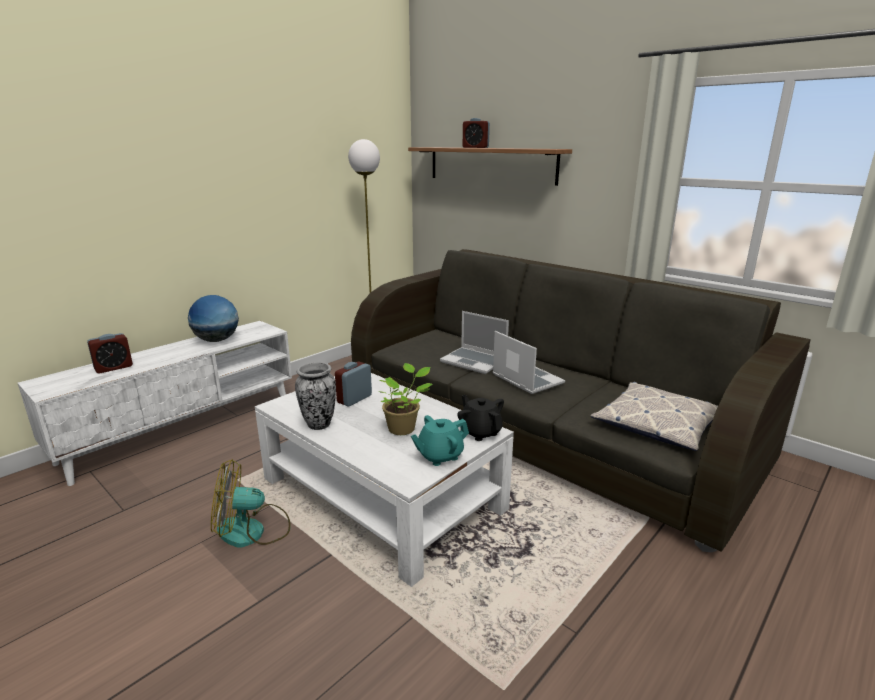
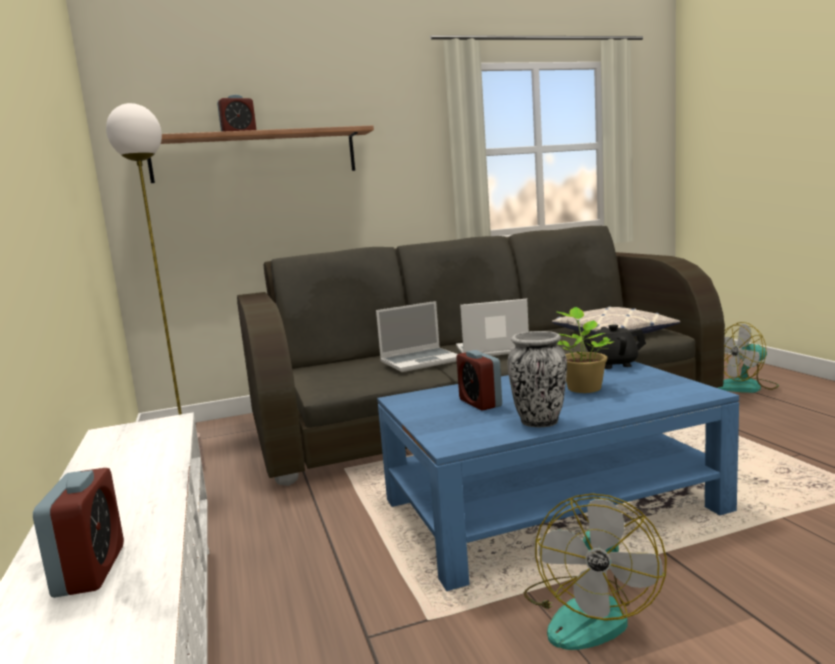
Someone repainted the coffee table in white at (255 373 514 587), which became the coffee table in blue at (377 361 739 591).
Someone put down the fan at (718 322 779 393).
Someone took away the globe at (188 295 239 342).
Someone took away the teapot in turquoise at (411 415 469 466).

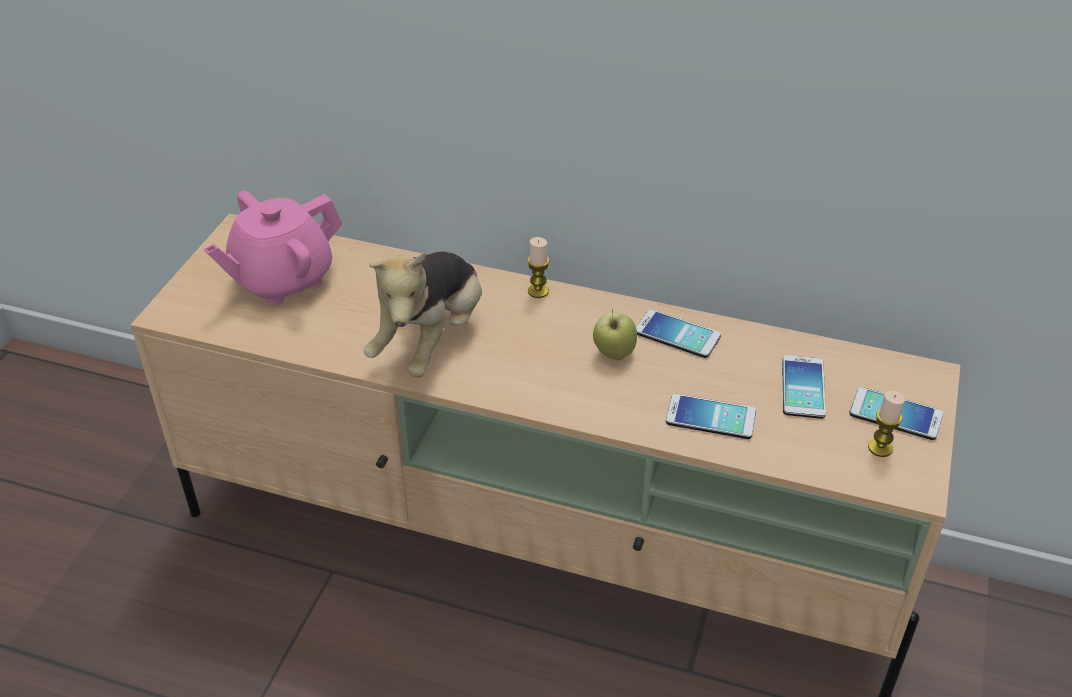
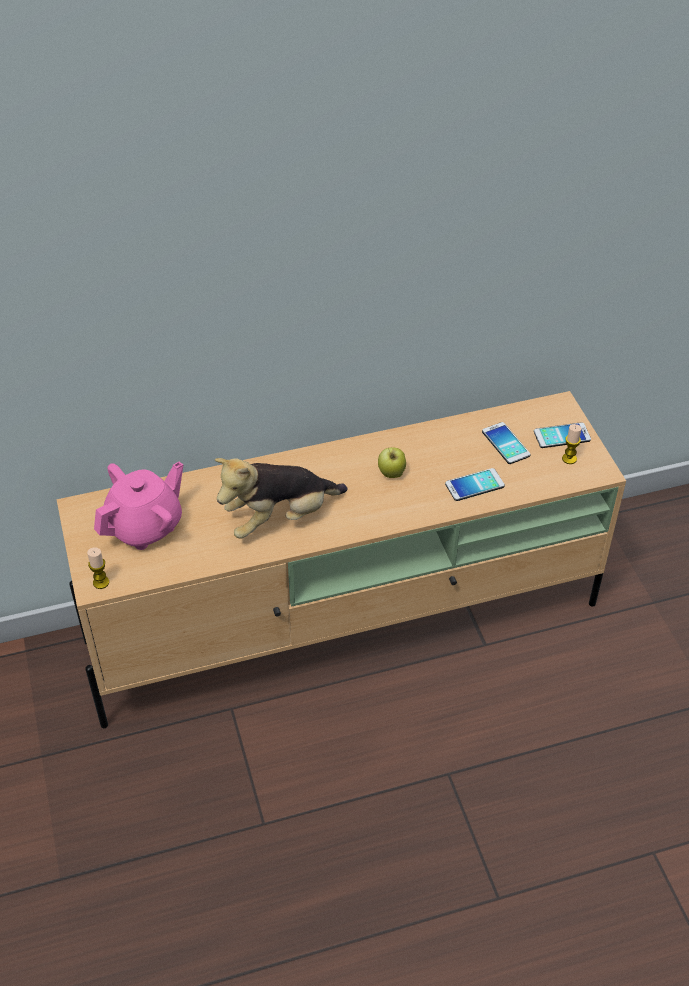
Someone carried the candle from (528 237 549 298) to (87 547 109 589).
Someone rotated the teapot in pink at (204 191 342 305) by 150 degrees counterclockwise.
Someone rotated the plush toy at (364 251 482 377) by 75 degrees clockwise.
Someone took away the phone at (636 309 721 358).

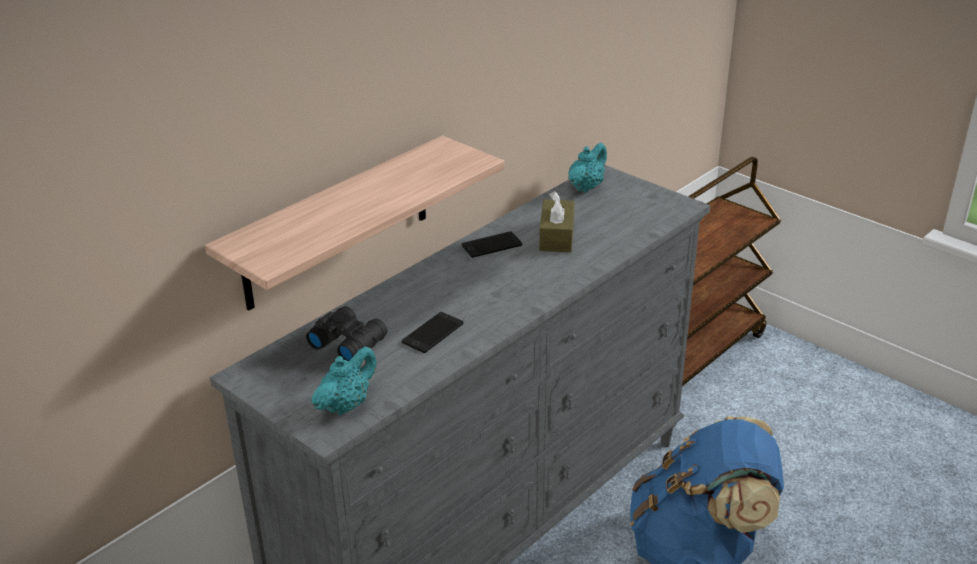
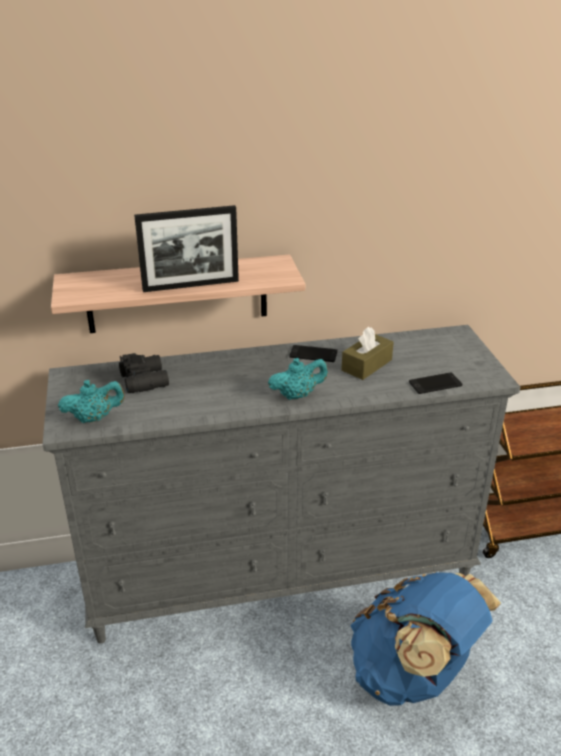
Someone put down the picture frame at (134 205 239 292).
Someone carried the teapot in turquoise from (568 143 607 193) to (268 358 328 400).
Someone carried the phone from (402 312 464 353) to (409 372 462 394).

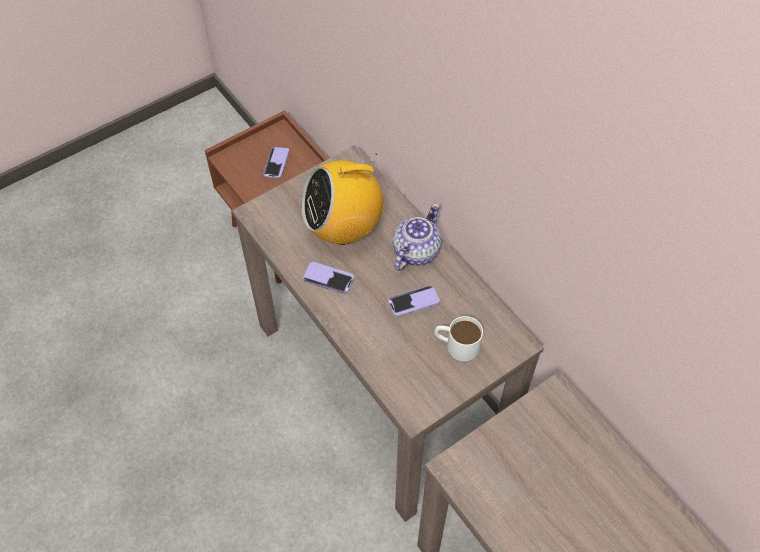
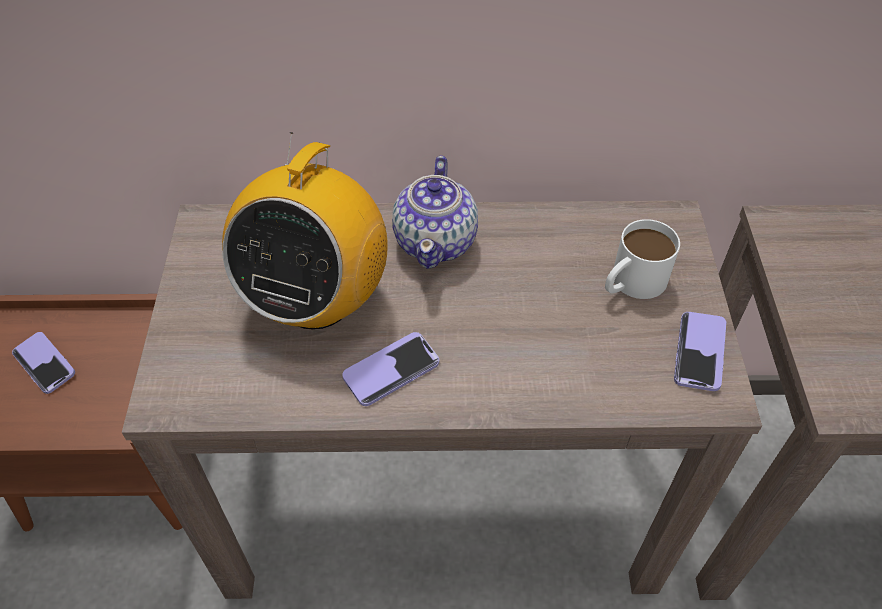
Someone rotated the teapot at (393 203 441 271) by 150 degrees counterclockwise.
Someone carried the phone from (388 286 440 317) to (674 312 726 391).

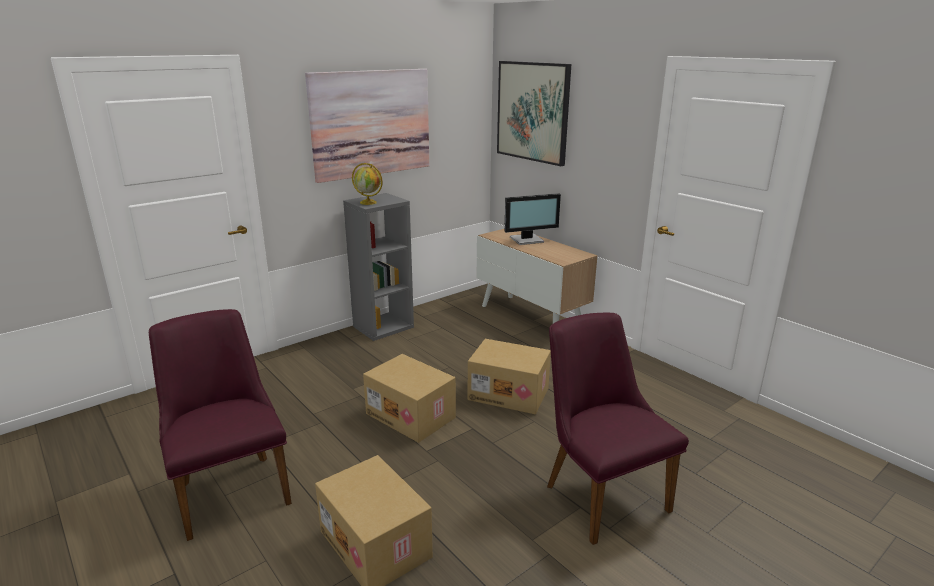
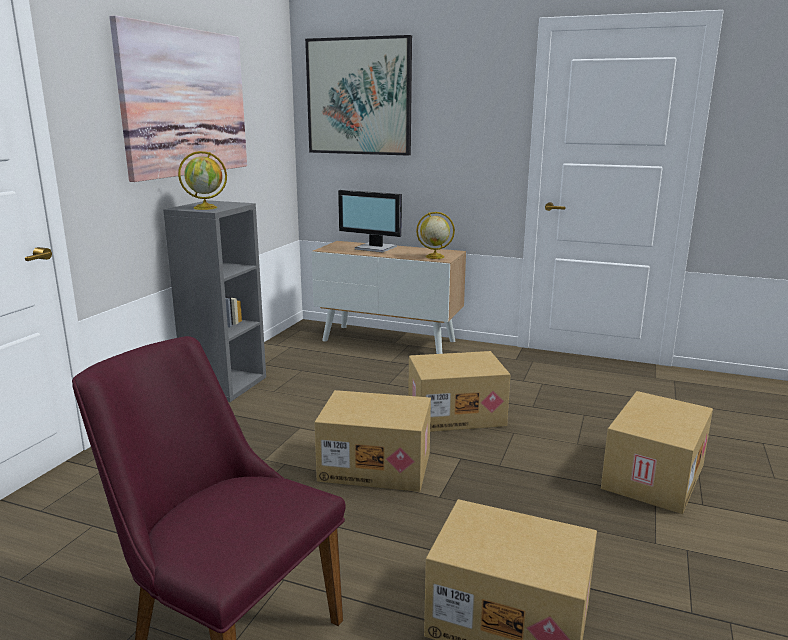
Someone rotated the monitor at (505 193 561 245) by 75 degrees clockwise.
Someone put down the globe at (416 212 455 259).
Someone swapped the chair in purple at (547 313 689 545) for the cardboard box at (601 391 713 514).

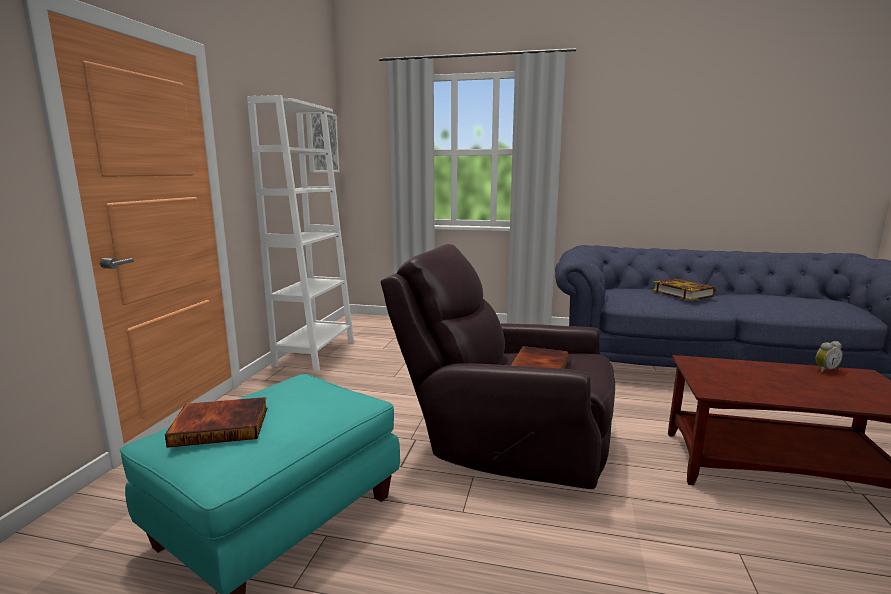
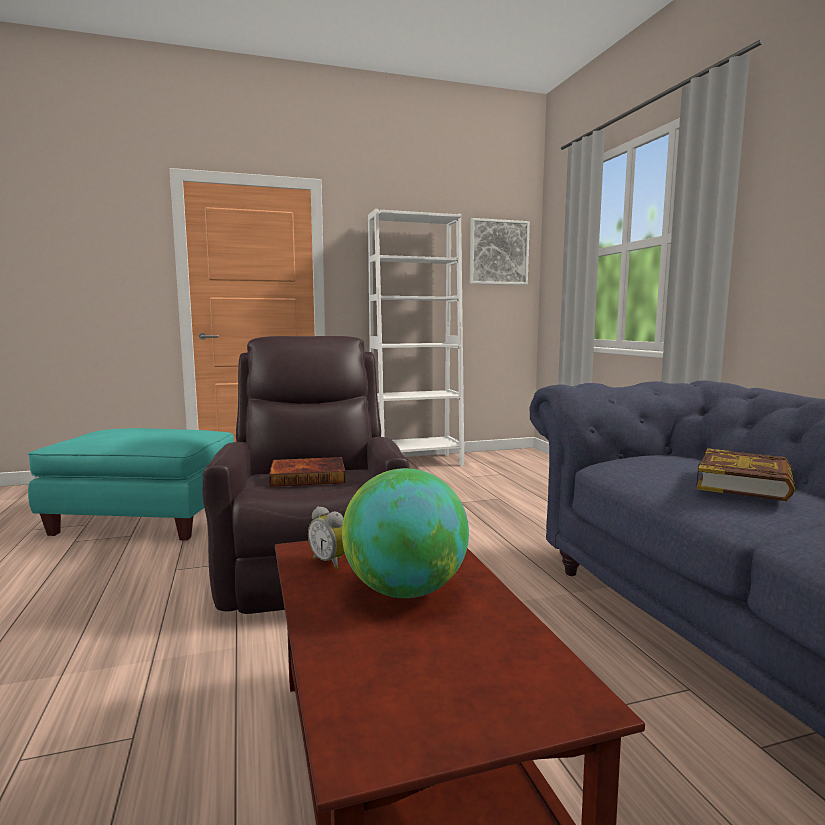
Someone carried the alarm clock from (815 341 843 373) to (308 506 345 569).
Someone put down the globe at (342 468 469 598).
Someone took away the book at (165 397 267 448).

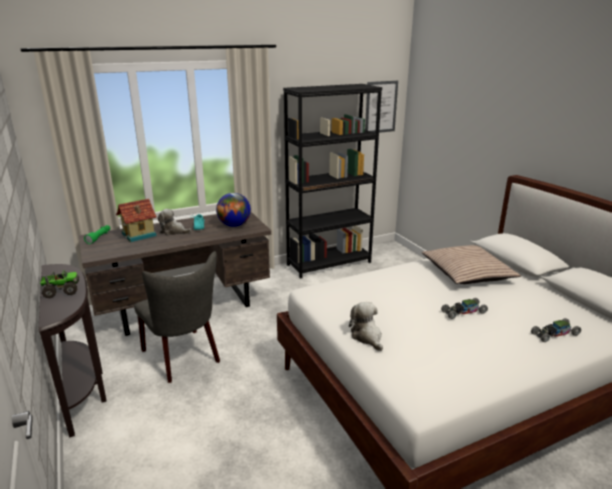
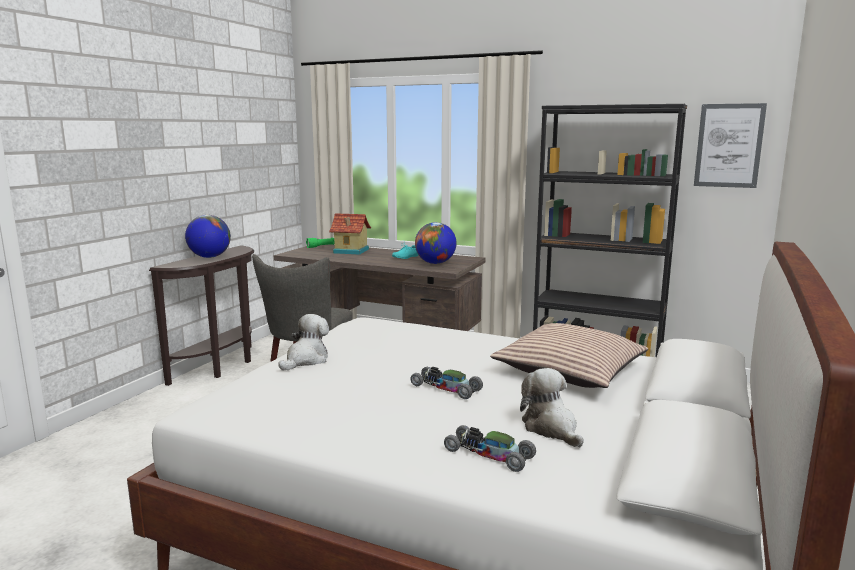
Someone swapped the toy truck at (40 270 79 298) for the globe at (185 215 231 258).
Someone carried the plush toy from (158 209 192 235) to (520 368 584 447).

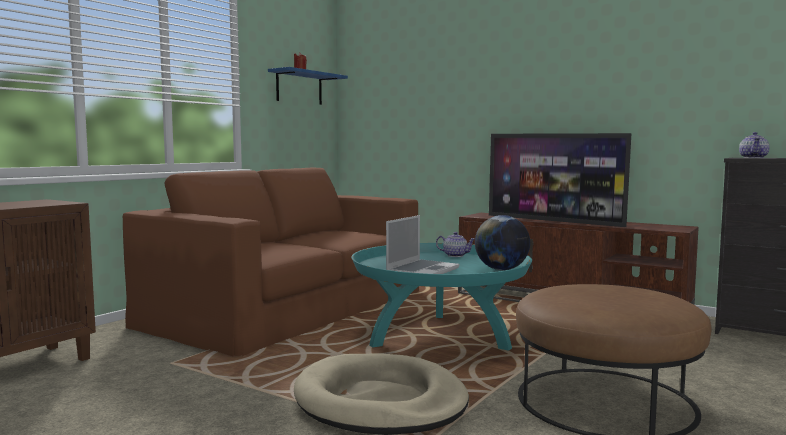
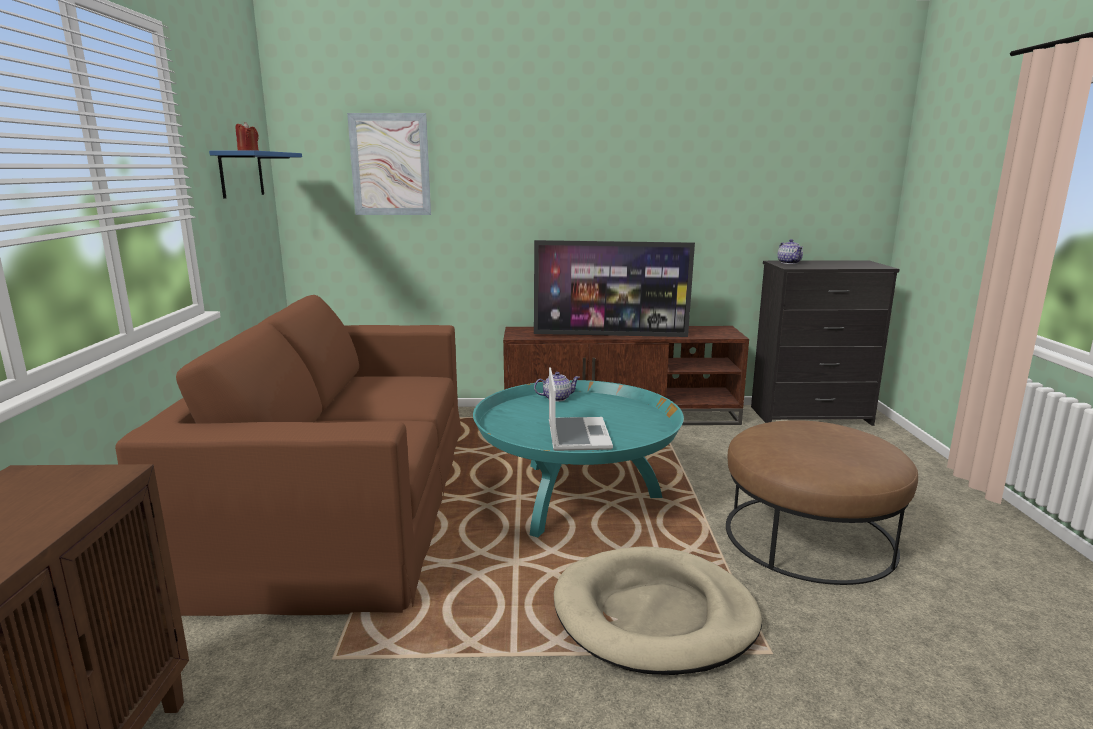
Someone put up the picture at (347 113 431 215).
Someone took away the globe at (475 215 530 270).

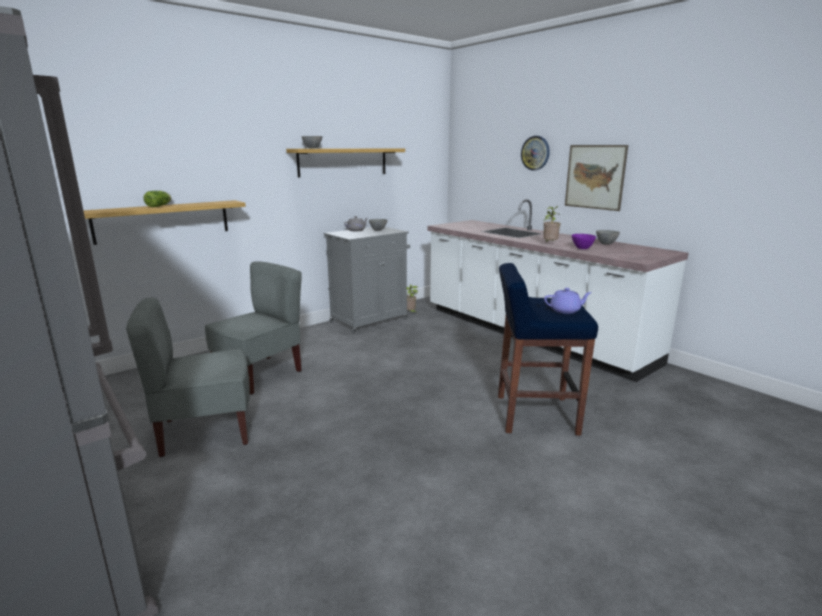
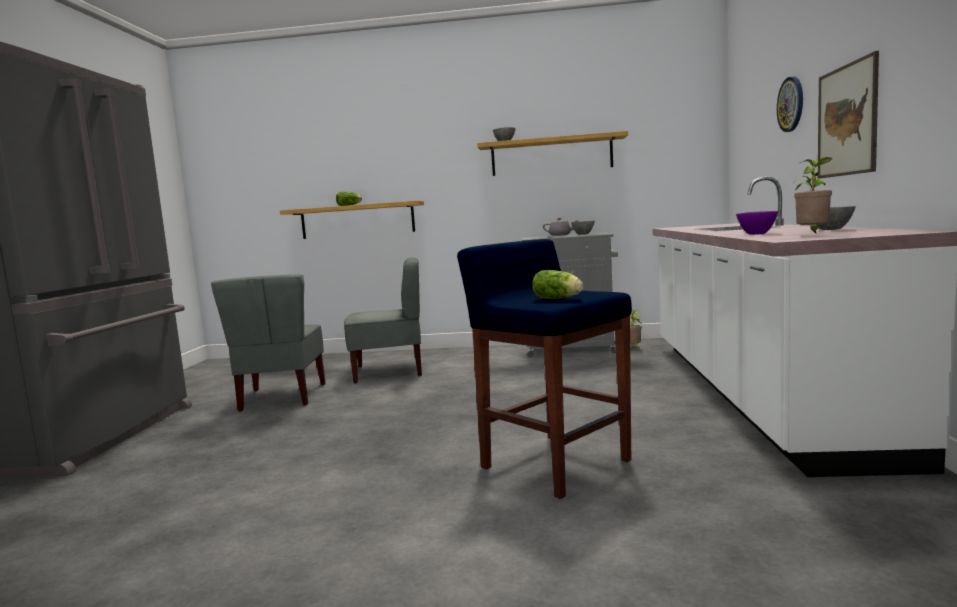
Someone rotated the chair in grey at (126 297 250 457) by 120 degrees counterclockwise.
Someone swapped the teapot in purple at (544 288 592 314) for the lettuce at (532 270 583 299).
Someone carried the potted plant from (543 206 561 242) to (794 157 832 233).

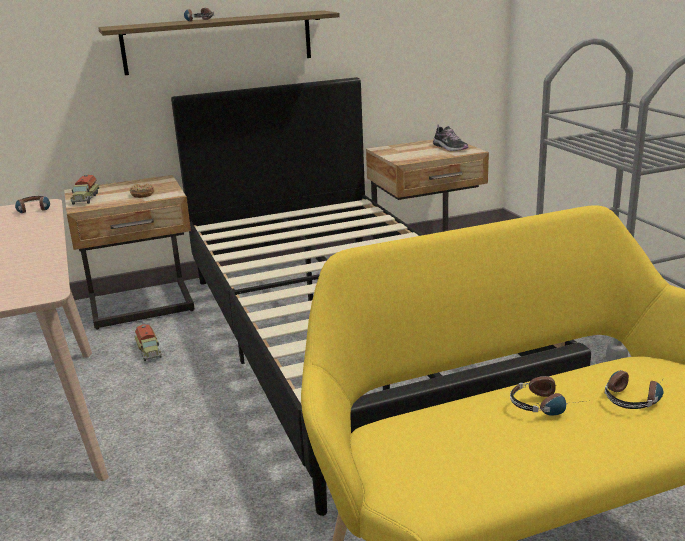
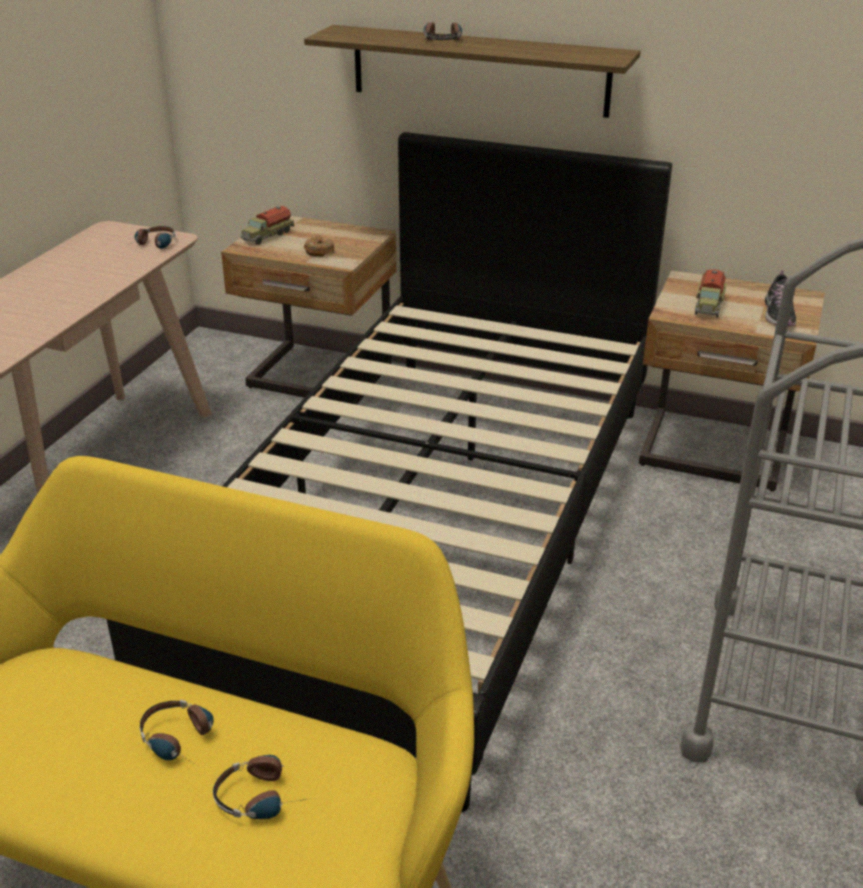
Someone carried the toy truck from (134 324 162 361) to (695 269 727 317).

